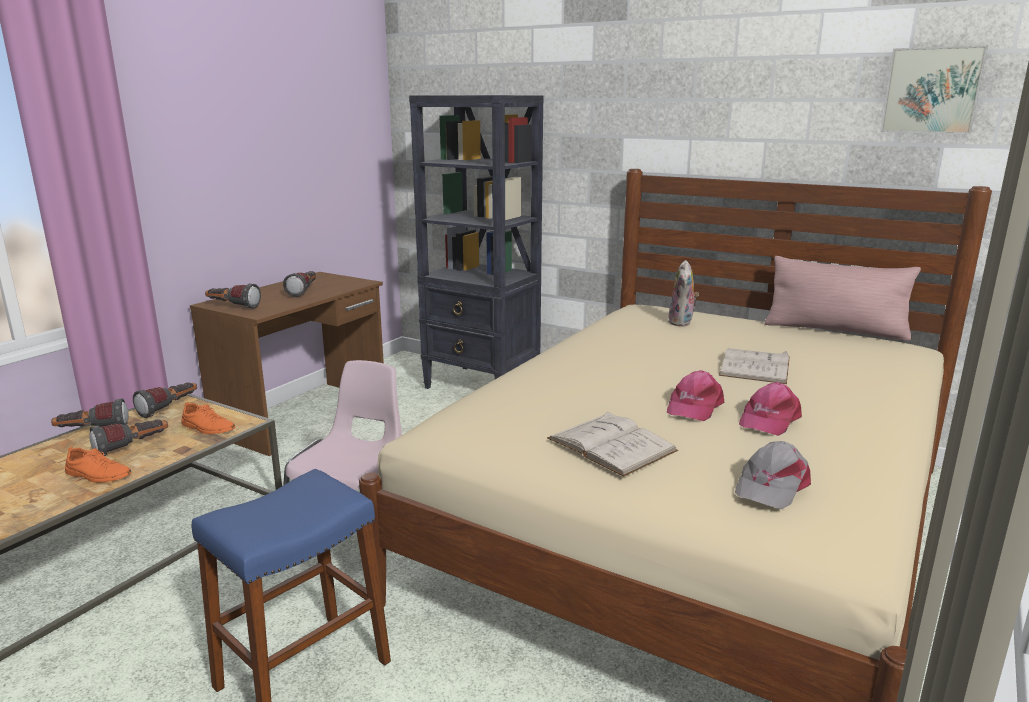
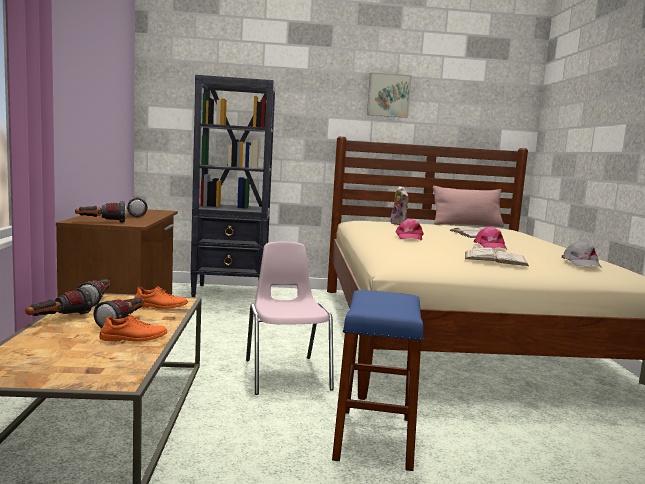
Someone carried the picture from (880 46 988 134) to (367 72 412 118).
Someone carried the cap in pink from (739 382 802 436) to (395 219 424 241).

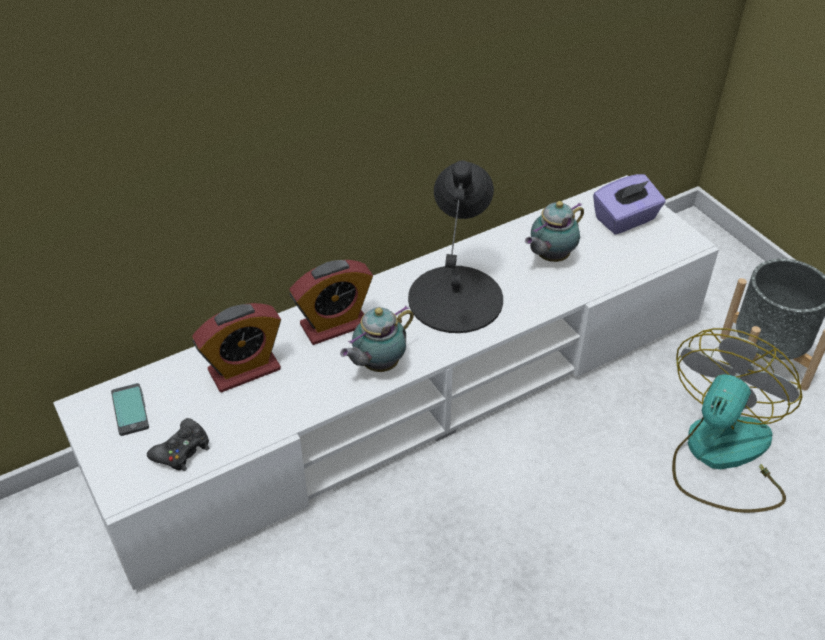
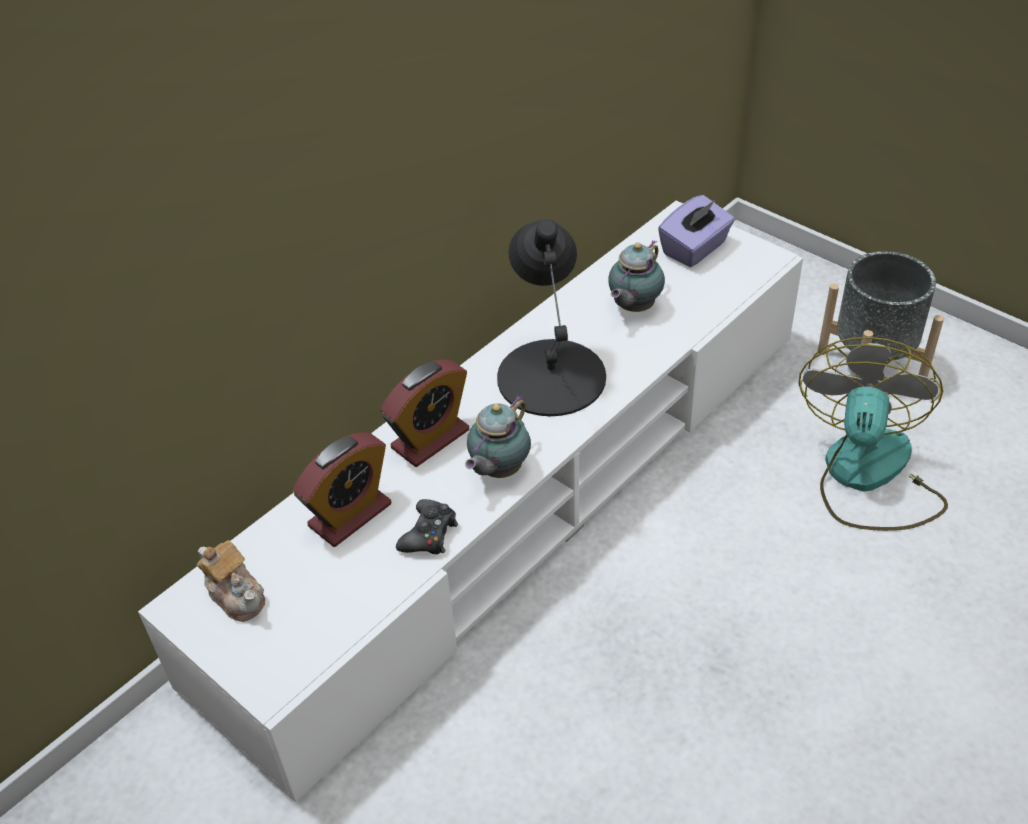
Someone swapped the phone at (111 383 149 436) for the teapot at (196 540 265 622).
Someone carried the game controller in black from (147 418 209 471) to (396 499 458 554).

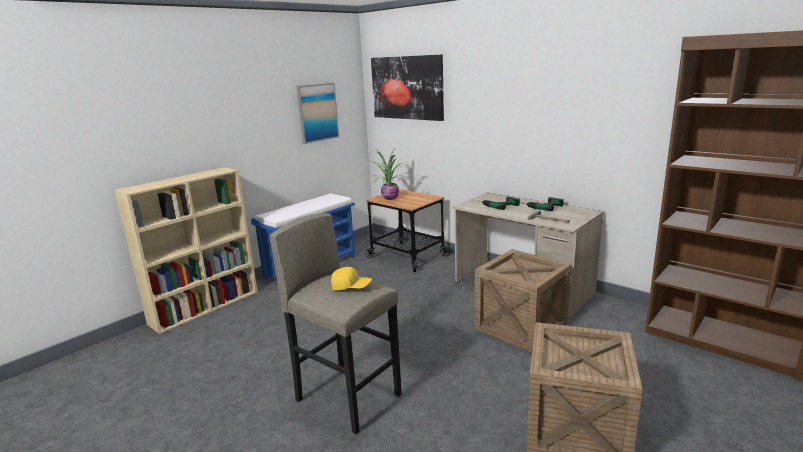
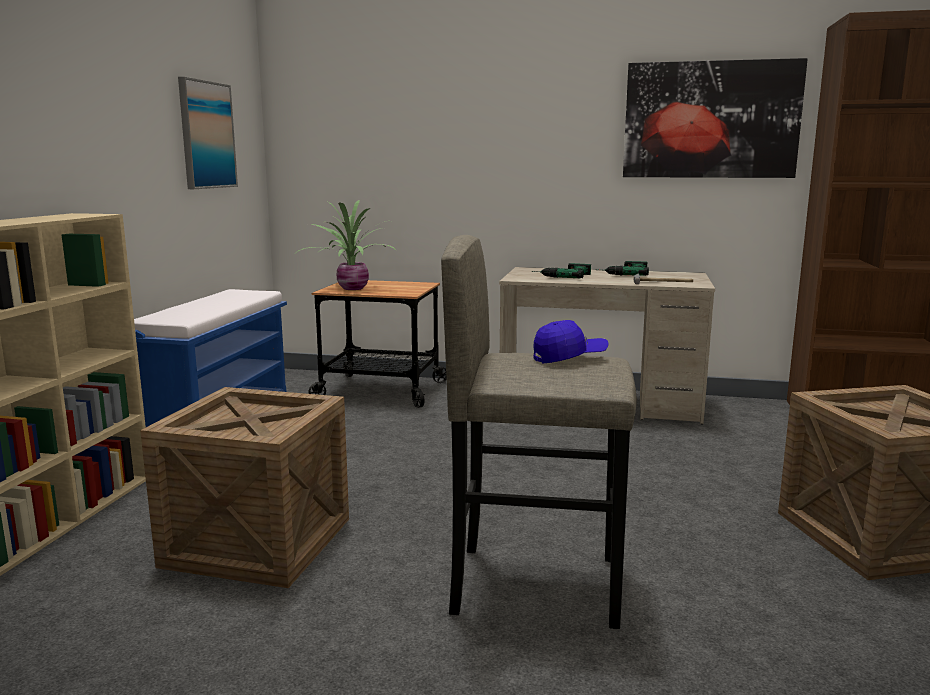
Someone carried the crate from (475 249 572 353) to (140 387 349 588).
Someone repainted the cap in yellow at (331 267 372 290), which became the cap in blue at (533 320 609 363).
Someone carried the picture from (371 55 444 121) to (623 58 808 178).

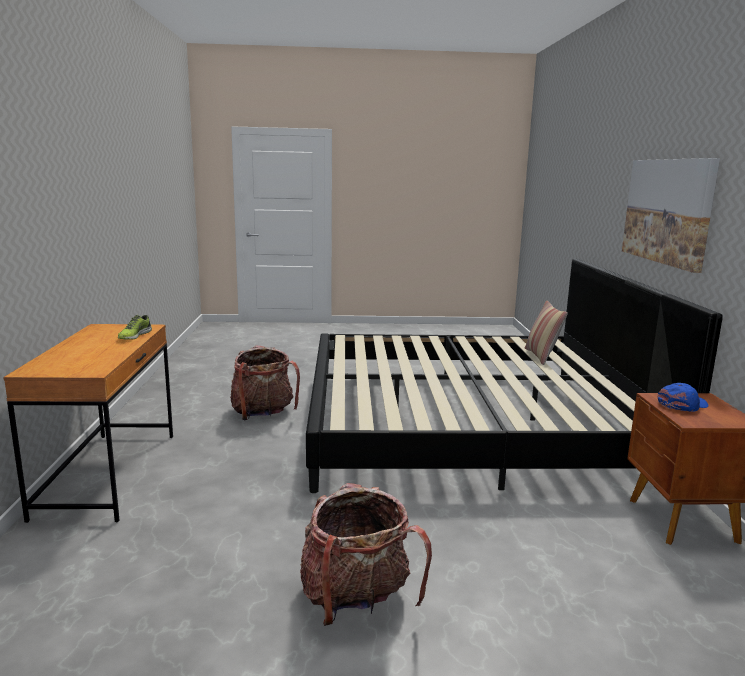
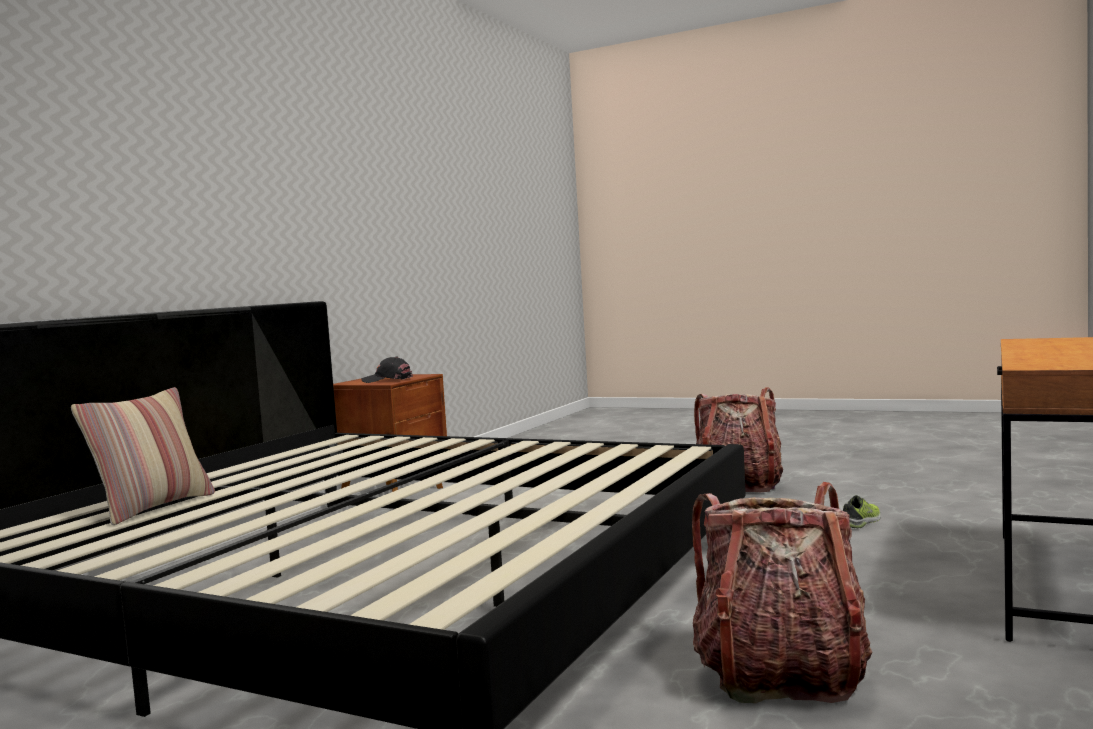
Someone repainted the cap in blue at (658 383 708 412), which became the cap in black at (361 356 413 383).
Someone carried the shoe from (118 315 152 340) to (843 495 881 528).
Someone took away the picture at (622 158 720 273).

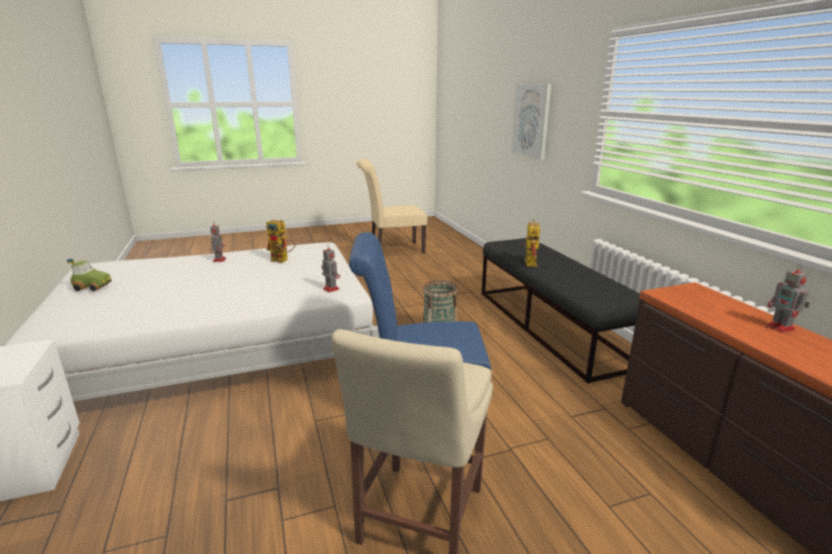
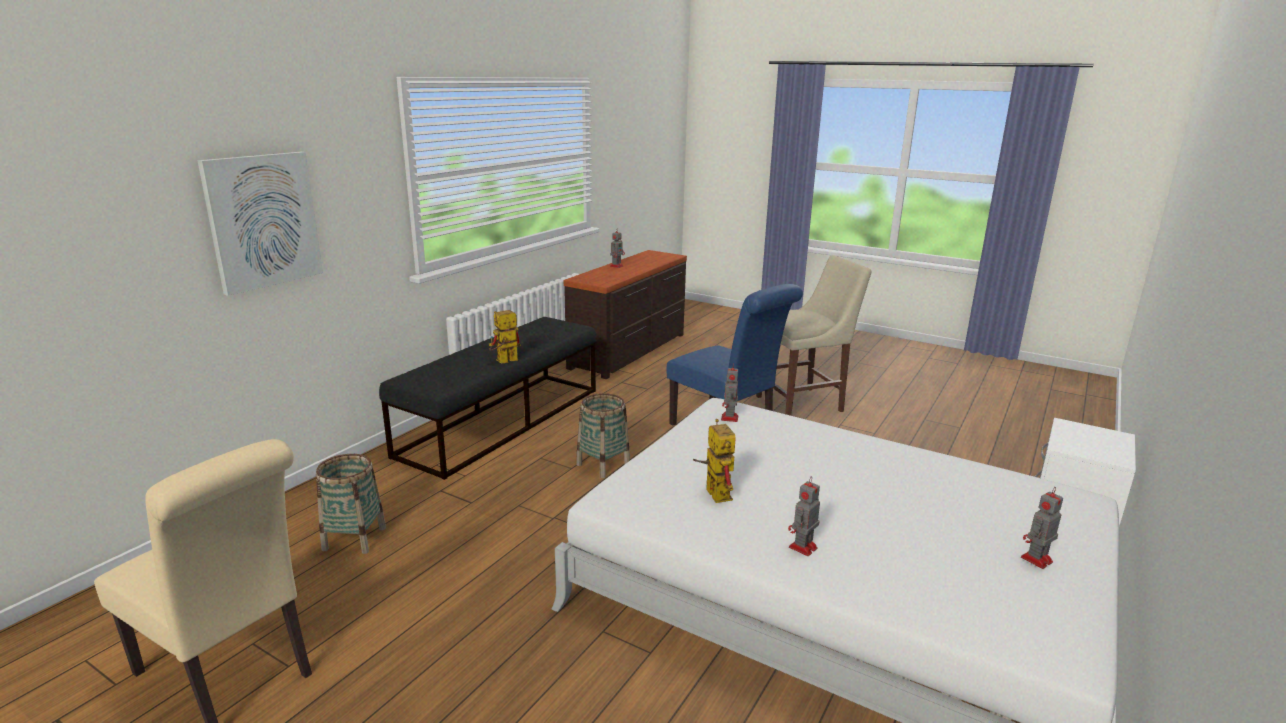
Someone put down the basket at (316 454 386 554).
Someone swapped the toy car at (67 259 111 291) for the toy robot at (1021 487 1063 569).

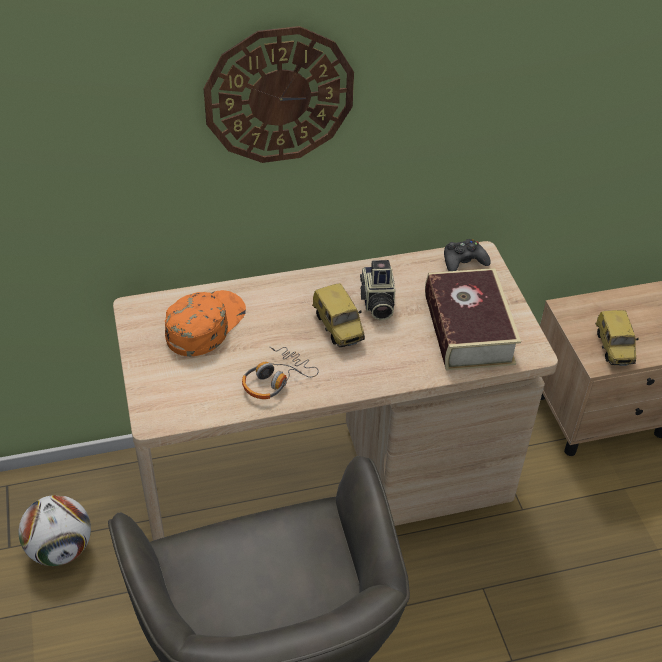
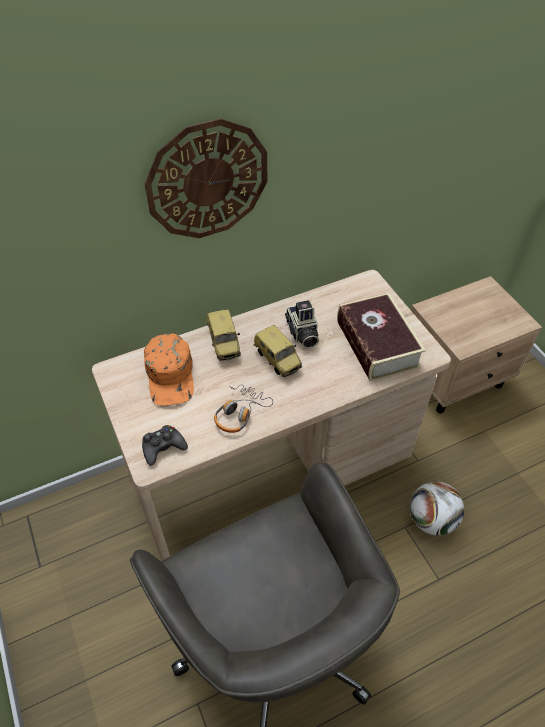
Someone carried the game controller in black from (444 239 491 271) to (142 425 188 466).
Someone rotated the cap in orange at (165 290 246 356) by 150 degrees clockwise.
Someone carried the toy car from (595 310 639 366) to (207 309 241 361).
Someone carried the football from (19 495 91 566) to (410 482 464 536).

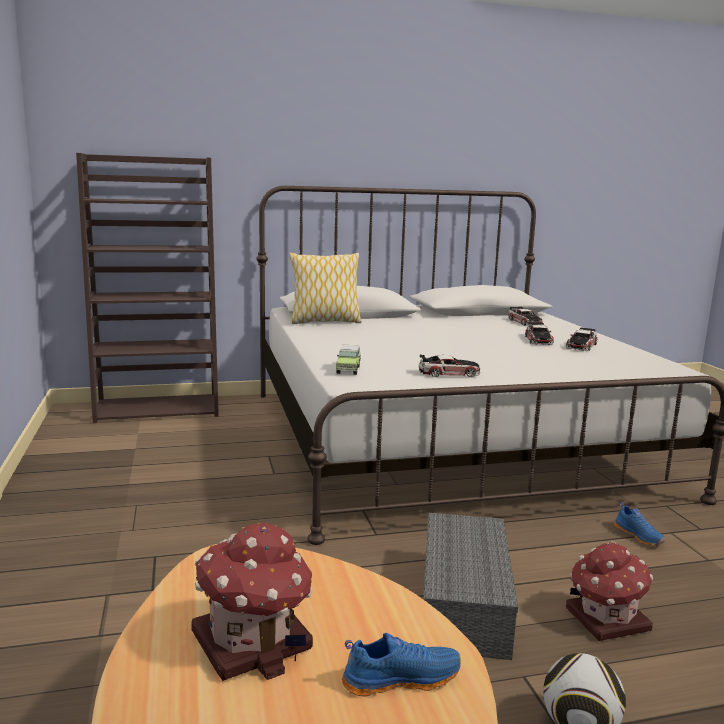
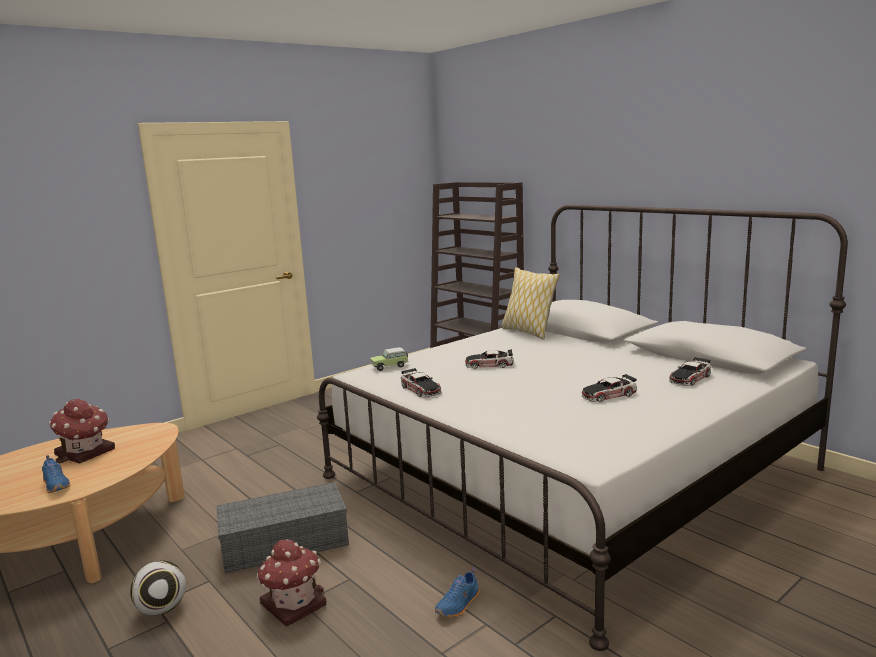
Someone carried the toy car from (566 328 597 351) to (465 349 514 369).

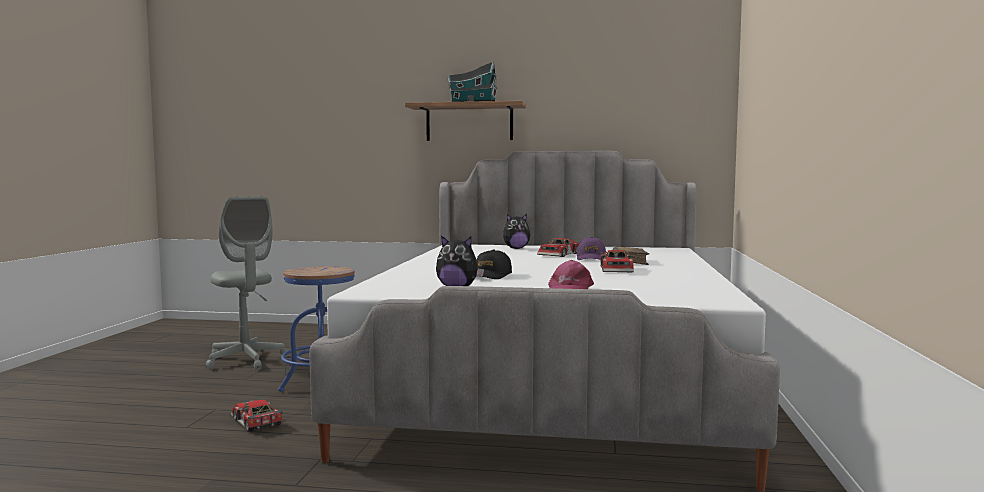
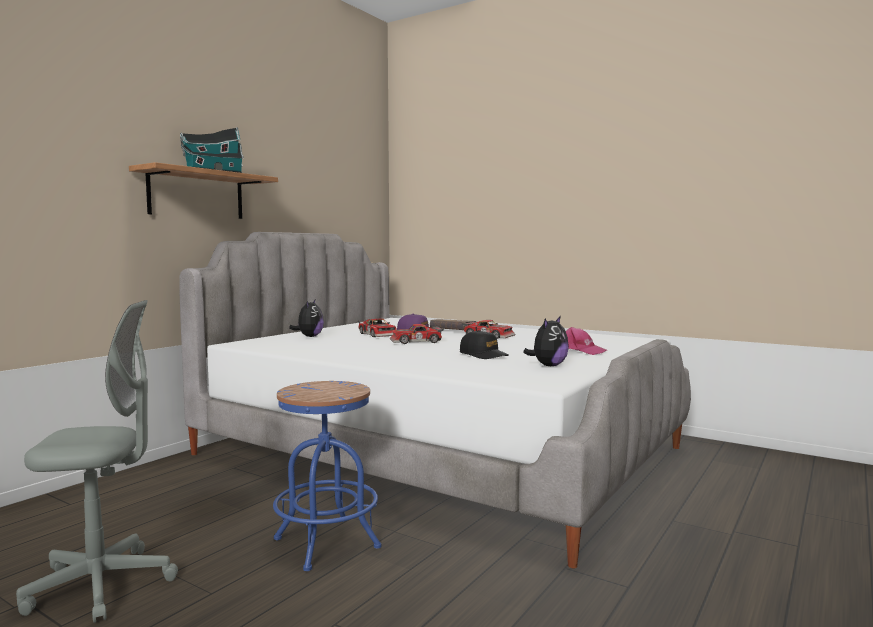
Someone carried the toy car from (231 400 283 432) to (390 324 444 344).

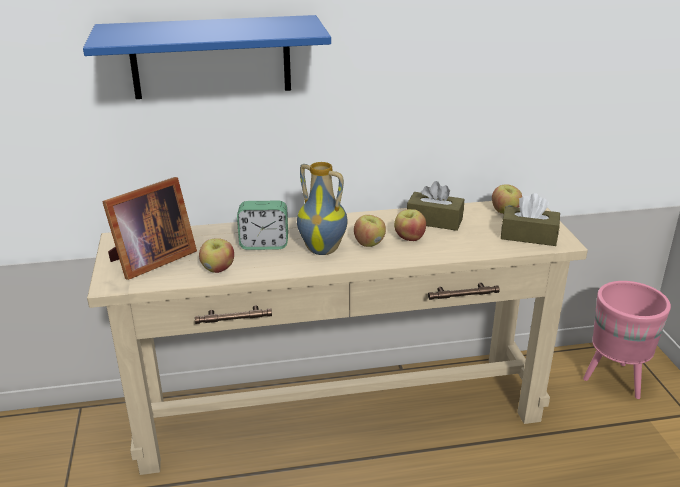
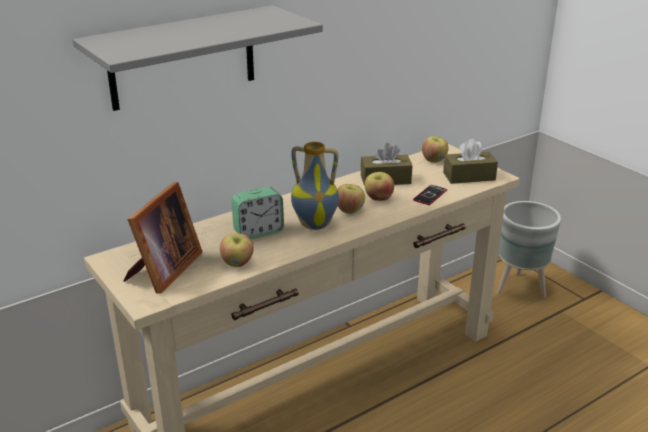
Someone repainted the shelf in blue at (83 15 331 99), which became the shelf in grey at (72 5 323 111).
Someone put down the phone at (413 185 447 205).
Someone repainted the planter in pink at (583 281 671 399), which became the planter in grey at (497 201 561 298).

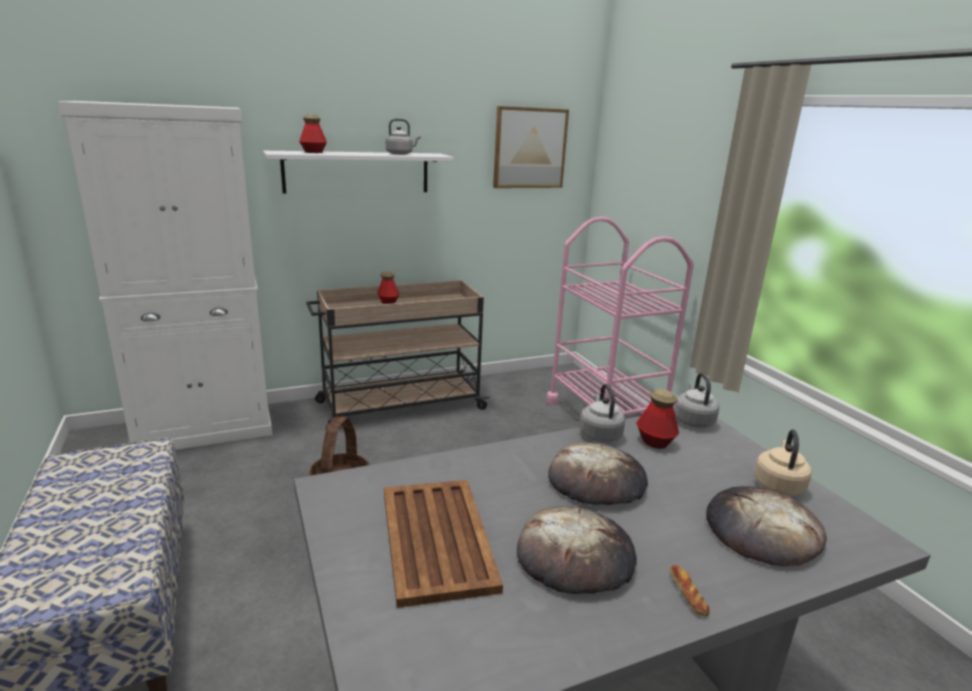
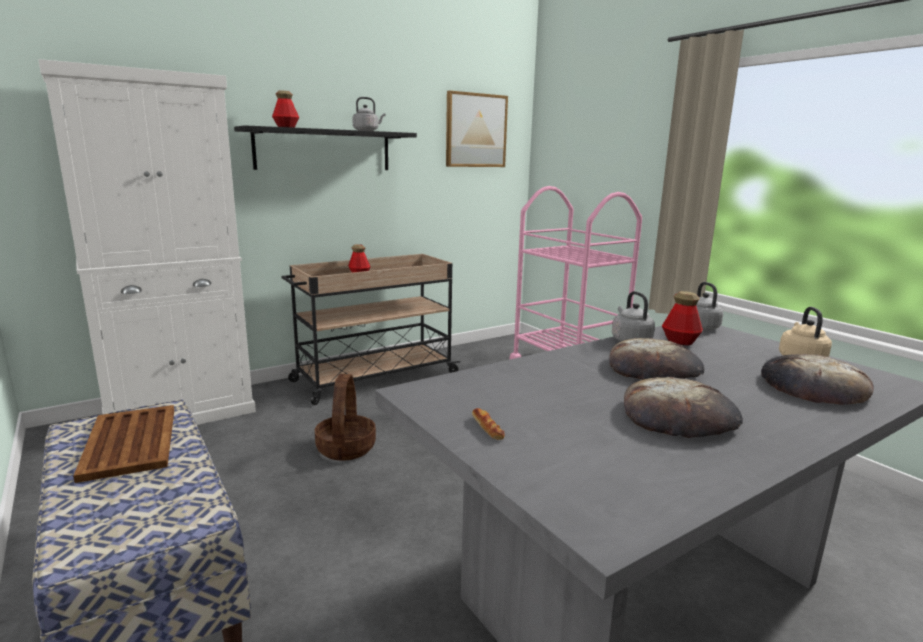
Someone carried the tray in brown from (384 480 503 608) to (73 405 174 483).
Someone repainted the shelf in white at (263 151 454 193), which became the shelf in black at (234 125 417 170).
Someone carried the bread from (670 565 710 617) to (472 408 505 440).

